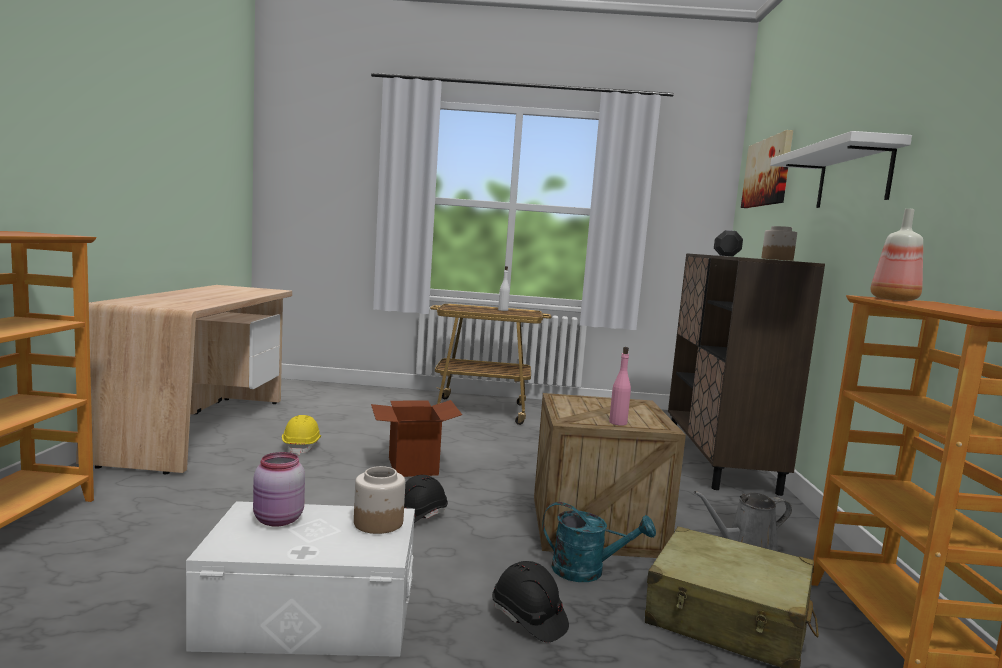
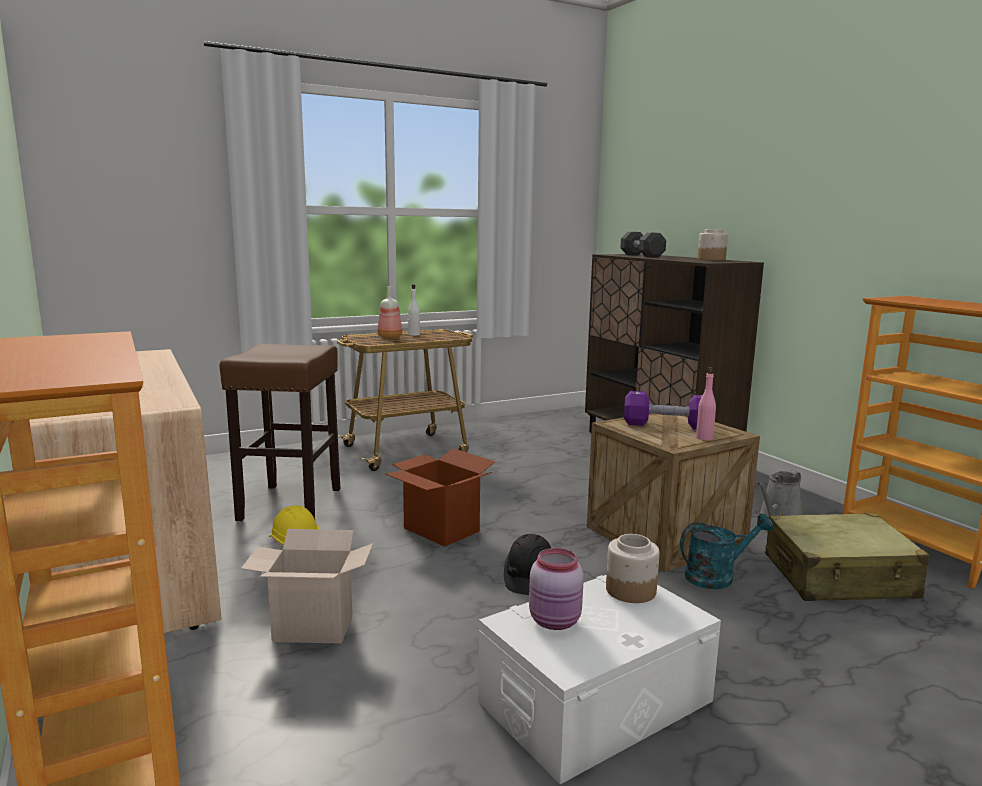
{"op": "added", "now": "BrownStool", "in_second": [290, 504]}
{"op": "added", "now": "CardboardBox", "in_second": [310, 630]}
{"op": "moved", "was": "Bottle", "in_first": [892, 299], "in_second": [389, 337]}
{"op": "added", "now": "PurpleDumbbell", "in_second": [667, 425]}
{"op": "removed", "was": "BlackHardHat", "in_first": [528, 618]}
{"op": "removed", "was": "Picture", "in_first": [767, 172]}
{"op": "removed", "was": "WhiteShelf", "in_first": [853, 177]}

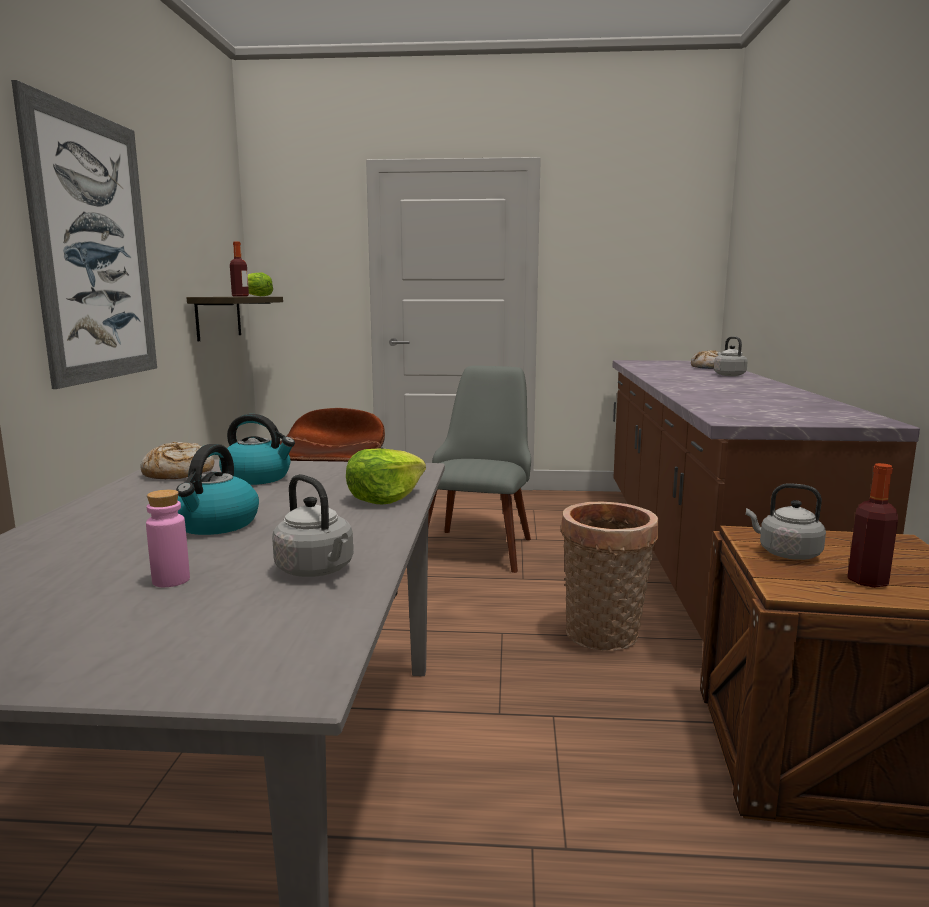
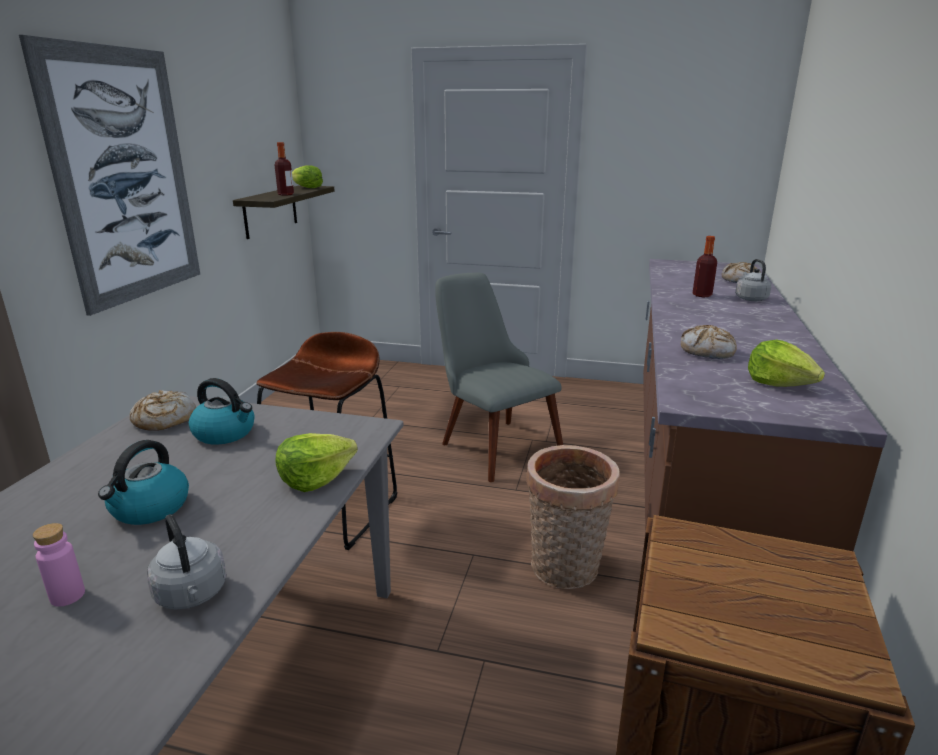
{"op": "turned", "was": "GreyChair", "in_first": [480, 544], "in_second": [491, 443], "clockwise": -60}
{"op": "added", "now": "Bread", "in_second": [707, 351]}
{"op": "moved", "was": "Bottle", "in_first": [867, 581], "in_second": [702, 295]}
{"op": "added", "now": "Lettuce", "in_second": [779, 383]}
{"op": "removed", "was": "GreyKettle", "in_first": [785, 553]}

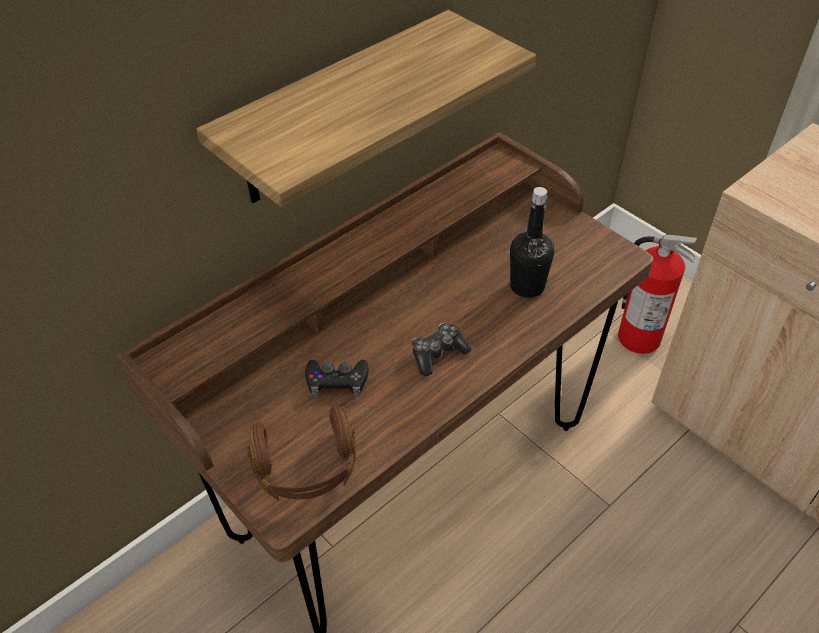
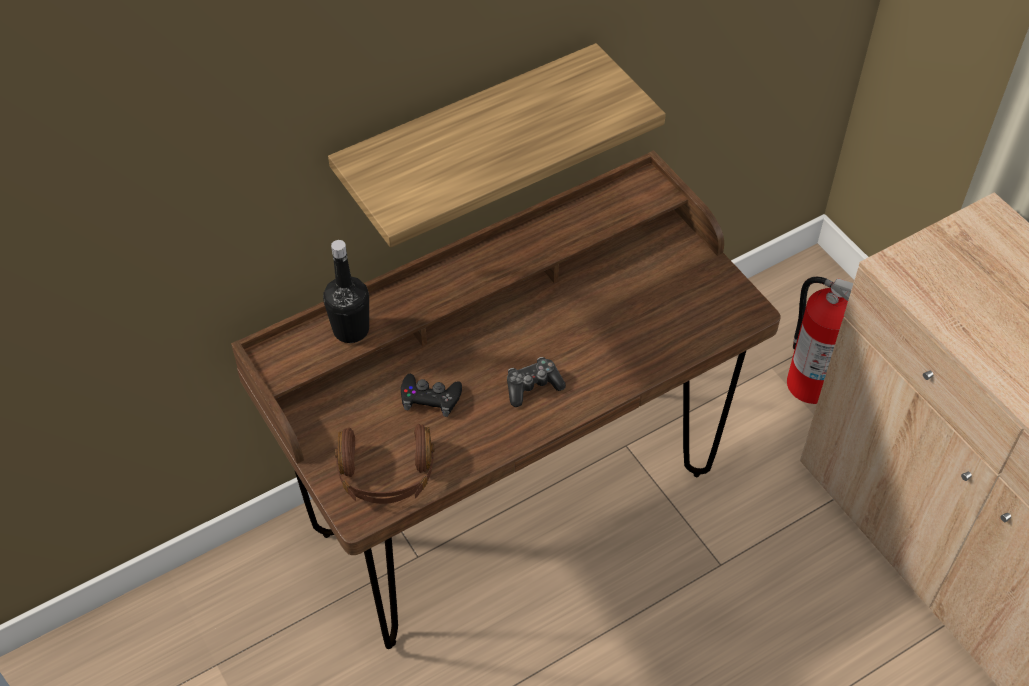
{"op": "moved", "was": "BlackBottle", "in_first": [527, 286], "in_second": [351, 330]}

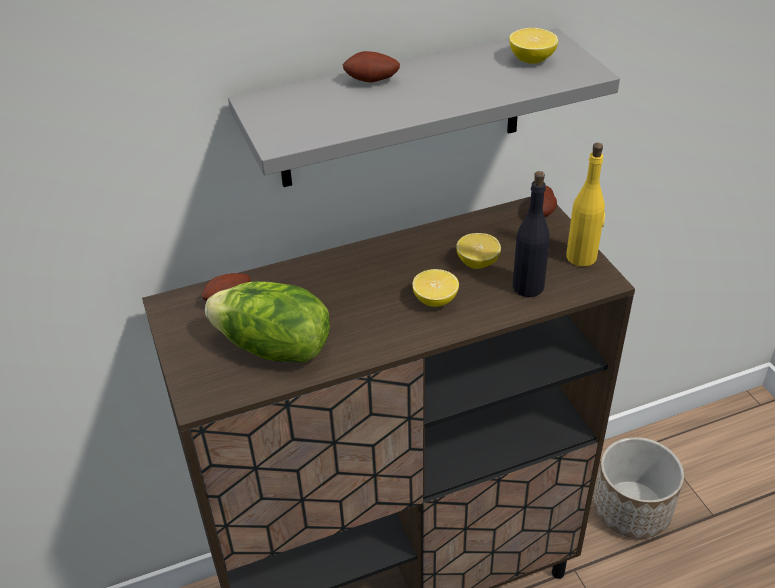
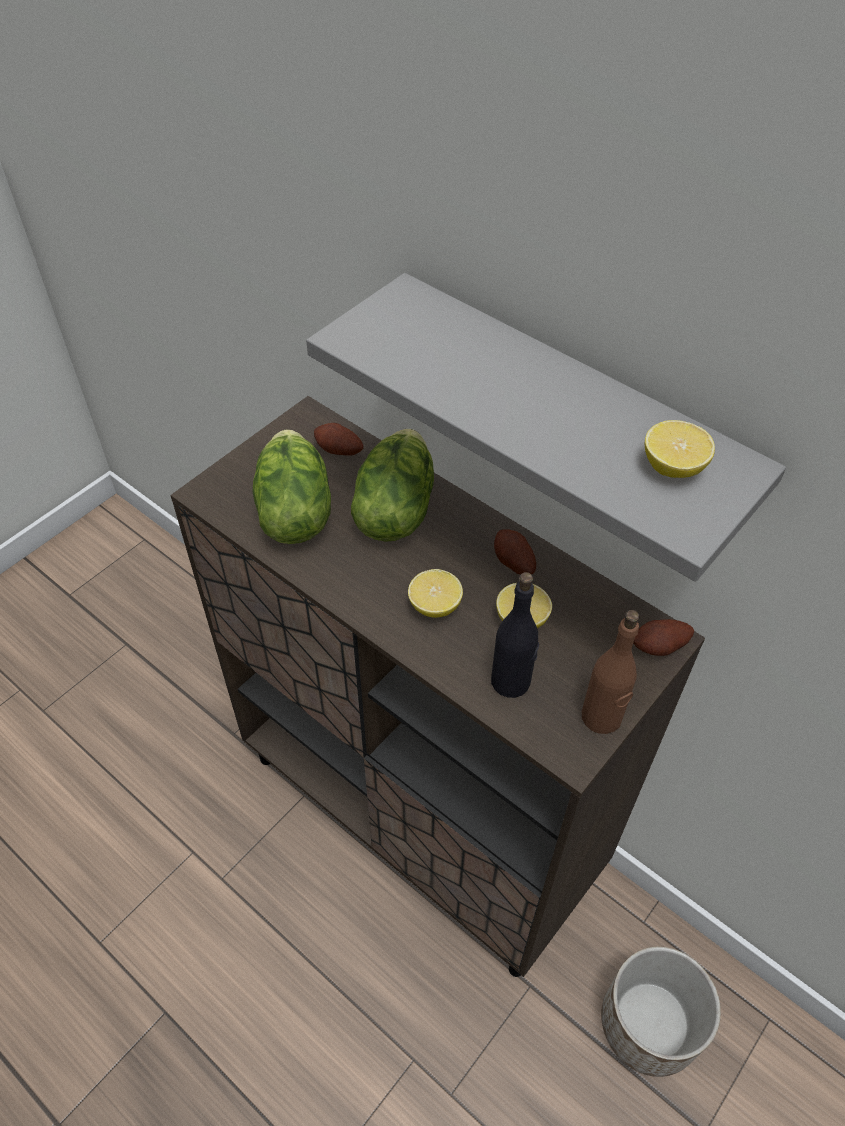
{"op": "added", "now": "Lettuce", "in_second": [393, 510]}
{"op": "moved", "was": "Potato", "in_first": [371, 82], "in_second": [512, 563]}
{"op": "recoloured", "was": "YellowBottle", "now": "BrownBottle", "in_first": [582, 257], "in_second": [601, 717]}

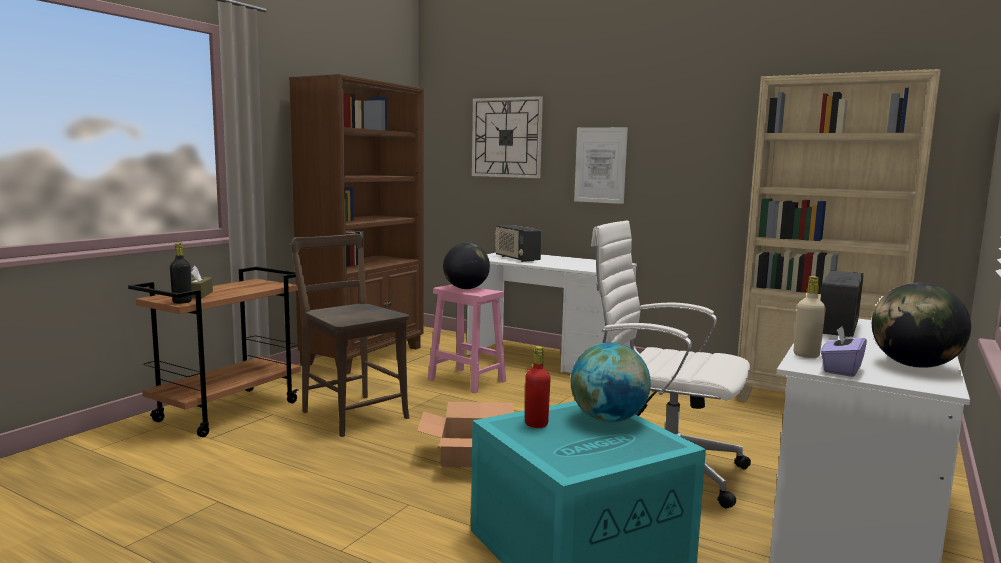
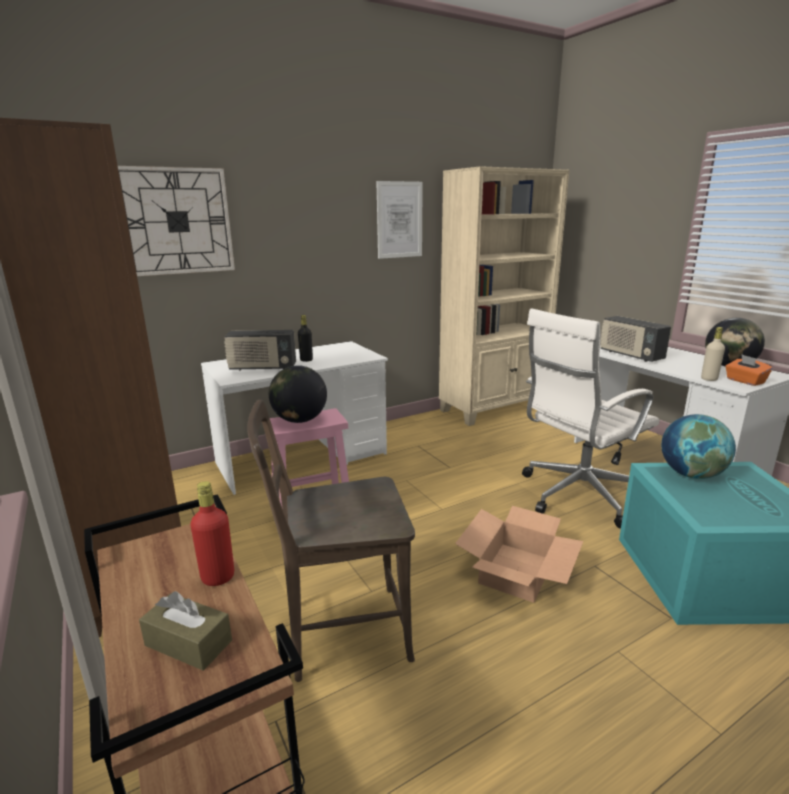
{"op": "moved", "was": "RedBottle", "in_first": [536, 424], "in_second": [218, 577]}
{"op": "moved", "was": "BlackBottle", "in_first": [182, 302], "in_second": [306, 360]}
{"op": "moved", "was": "Picture", "in_first": [600, 165], "in_second": [399, 220]}
{"op": "recoloured", "was": "PurpleTissueBox", "now": "OrangeTissueBox", "in_first": [841, 369], "in_second": [744, 381]}

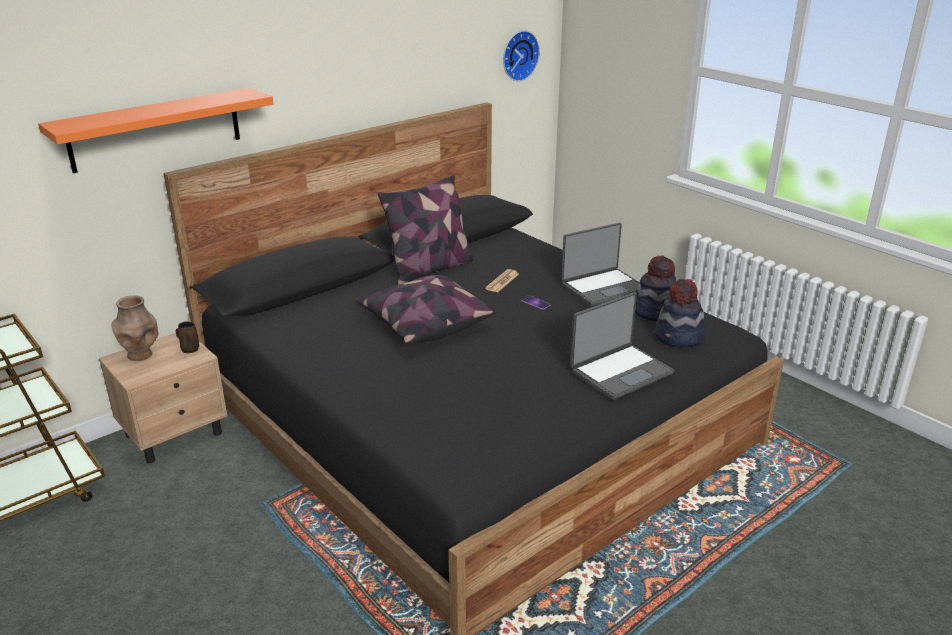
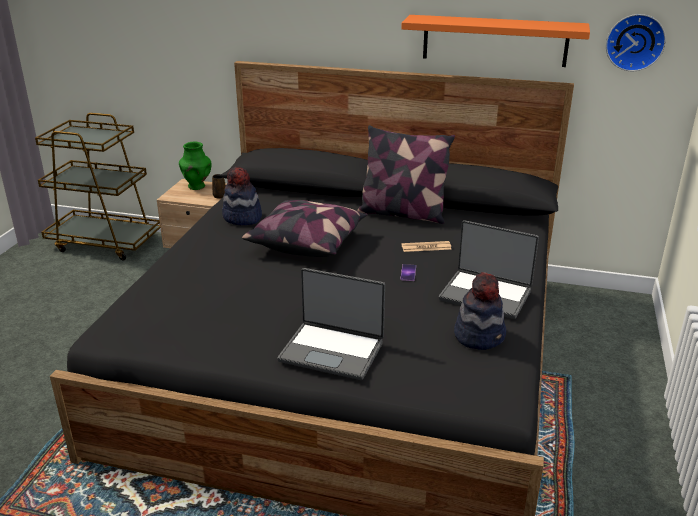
{"op": "recoloured", "was": "BrownVase", "now": "GreenVase", "in_first": [140, 355], "in_second": [197, 187]}
{"op": "moved", "was": "Hat", "in_first": [679, 337], "in_second": [242, 218]}
{"op": "moved", "was": "OrangeShelf", "in_first": [156, 129], "in_second": [494, 40]}

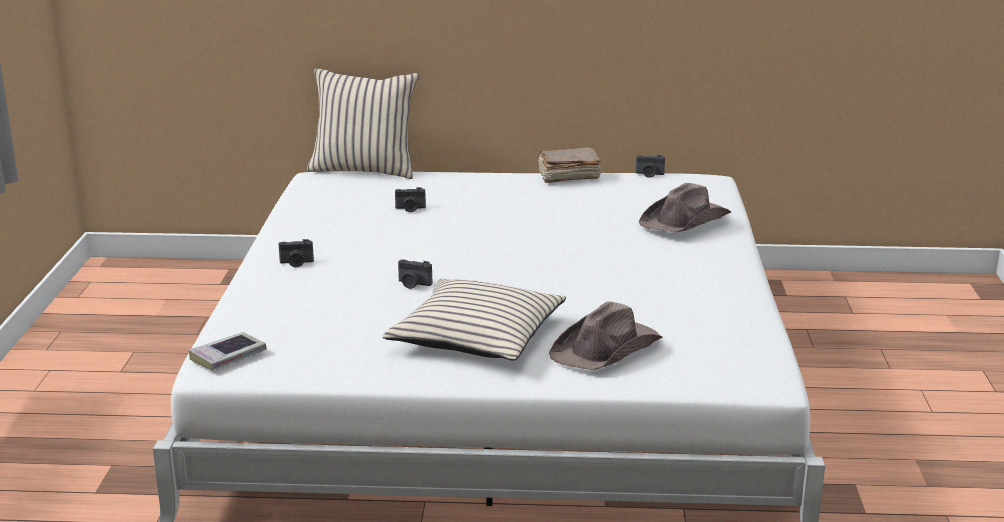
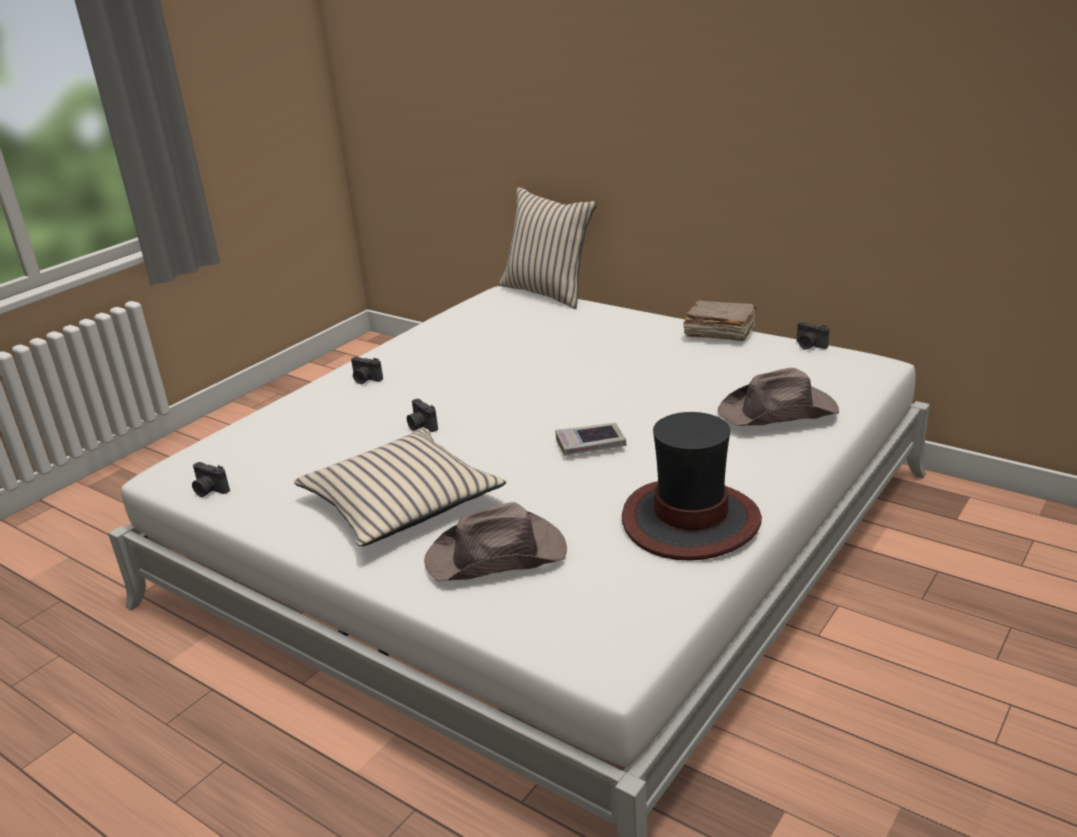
{"op": "moved", "was": "PhotoCamera", "in_first": [410, 209], "in_second": [209, 490]}
{"op": "moved", "was": "Book", "in_first": [228, 356], "in_second": [590, 444]}
{"op": "added", "now": "Hat", "in_second": [690, 521]}

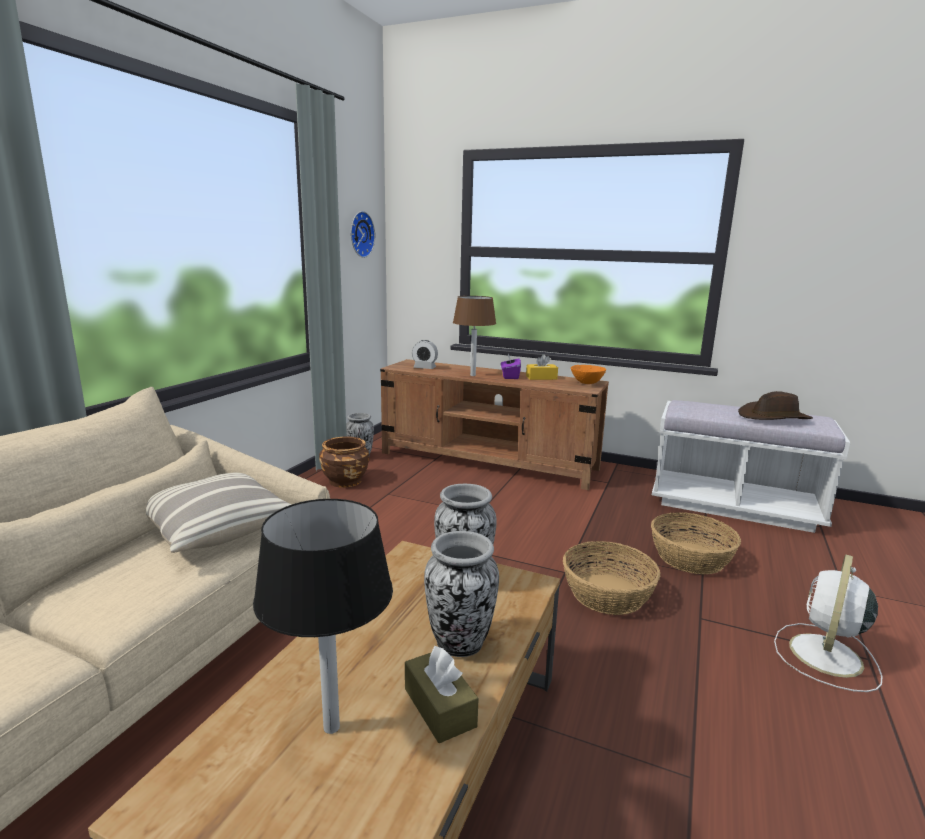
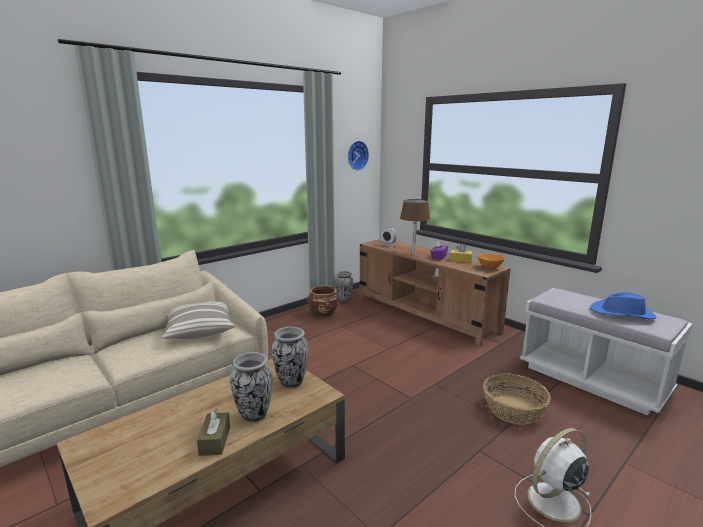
{"op": "recoloured", "was": "BrownHat", "now": "BlueHat", "in_first": [774, 417], "in_second": [622, 313]}
{"op": "removed", "was": "BlackTableLamp", "in_first": [332, 727]}
{"op": "removed", "was": "Basket", "in_first": [608, 594]}

